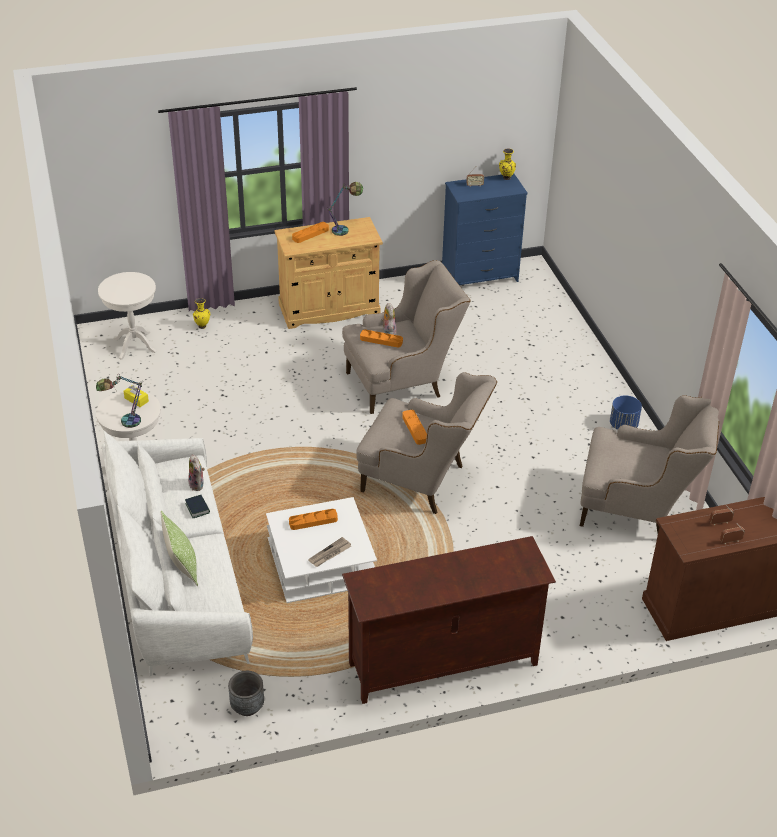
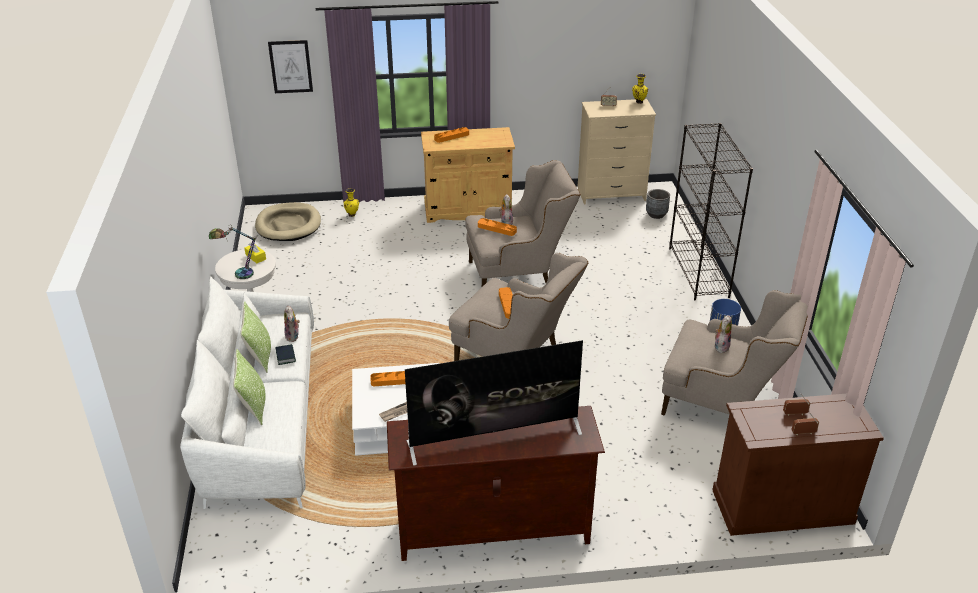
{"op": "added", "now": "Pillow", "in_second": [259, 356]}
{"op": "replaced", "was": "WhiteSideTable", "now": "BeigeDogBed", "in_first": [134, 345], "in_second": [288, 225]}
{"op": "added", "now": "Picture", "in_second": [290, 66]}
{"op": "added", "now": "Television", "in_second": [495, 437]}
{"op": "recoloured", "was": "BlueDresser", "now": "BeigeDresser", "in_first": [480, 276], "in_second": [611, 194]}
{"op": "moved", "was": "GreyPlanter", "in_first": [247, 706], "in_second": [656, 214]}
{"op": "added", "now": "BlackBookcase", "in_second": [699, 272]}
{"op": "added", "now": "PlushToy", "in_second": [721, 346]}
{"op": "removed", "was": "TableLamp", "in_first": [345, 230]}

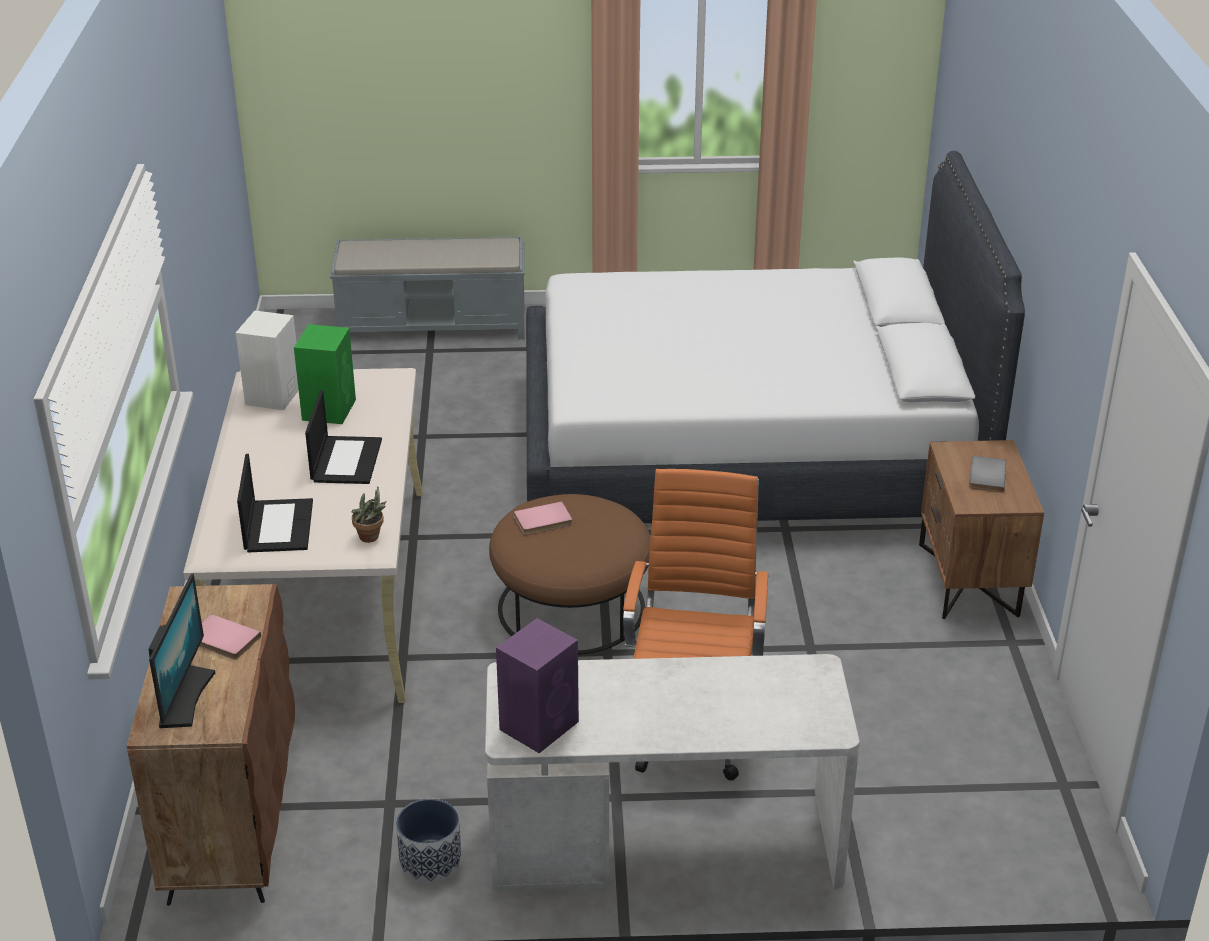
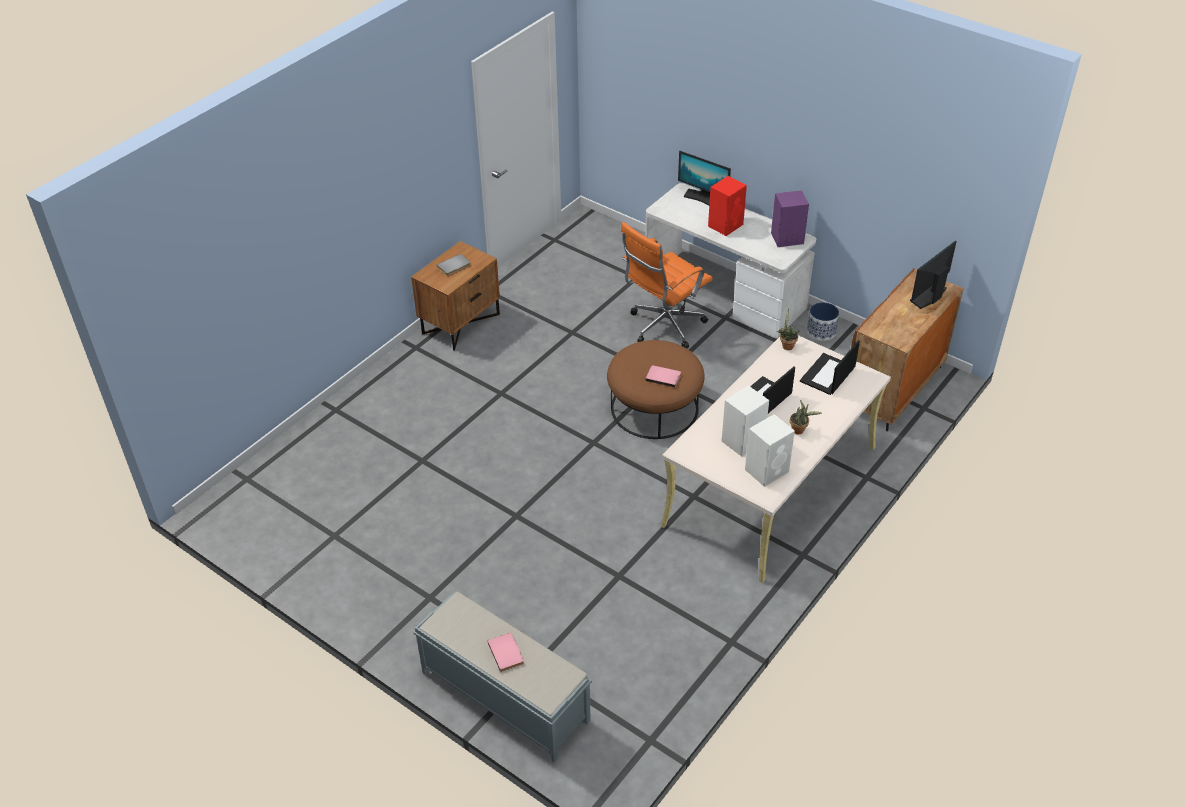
{"op": "moved", "was": "PinkBook", "in_first": [222, 641], "in_second": [507, 652]}
{"op": "added", "now": "Monitor", "in_second": [703, 198]}
{"op": "added", "now": "RedSpeaker", "in_second": [726, 225]}
{"op": "recoloured", "was": "GreenSpeaker", "now": "WhiteSpeaker", "in_first": [329, 409], "in_second": [742, 442]}
{"op": "added", "now": "PottedPlant", "in_second": [799, 430]}
{"op": "removed", "was": "WhiteBed", "in_first": [746, 453]}

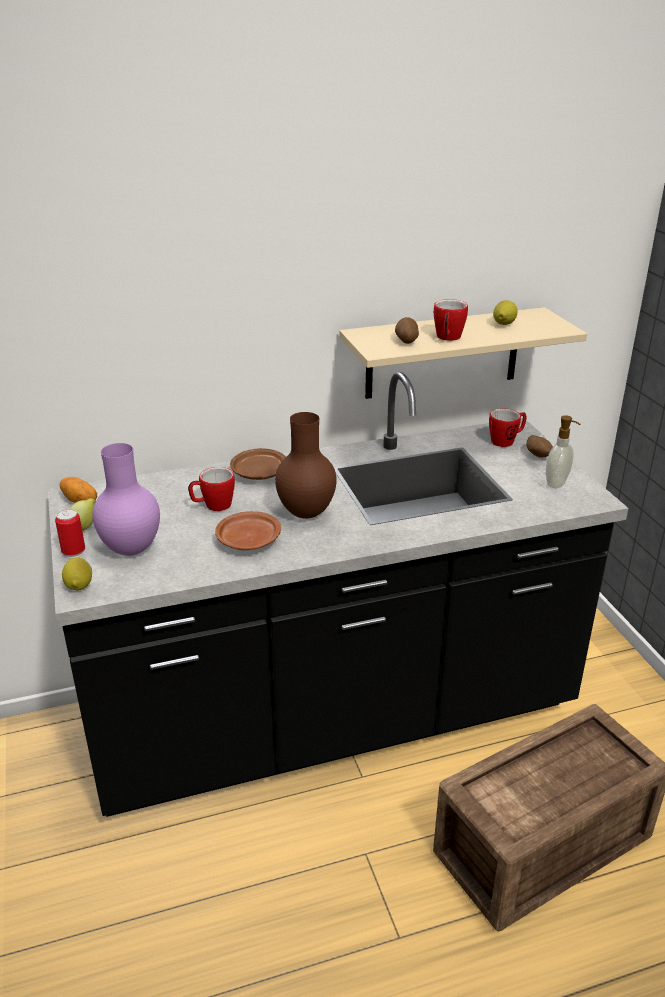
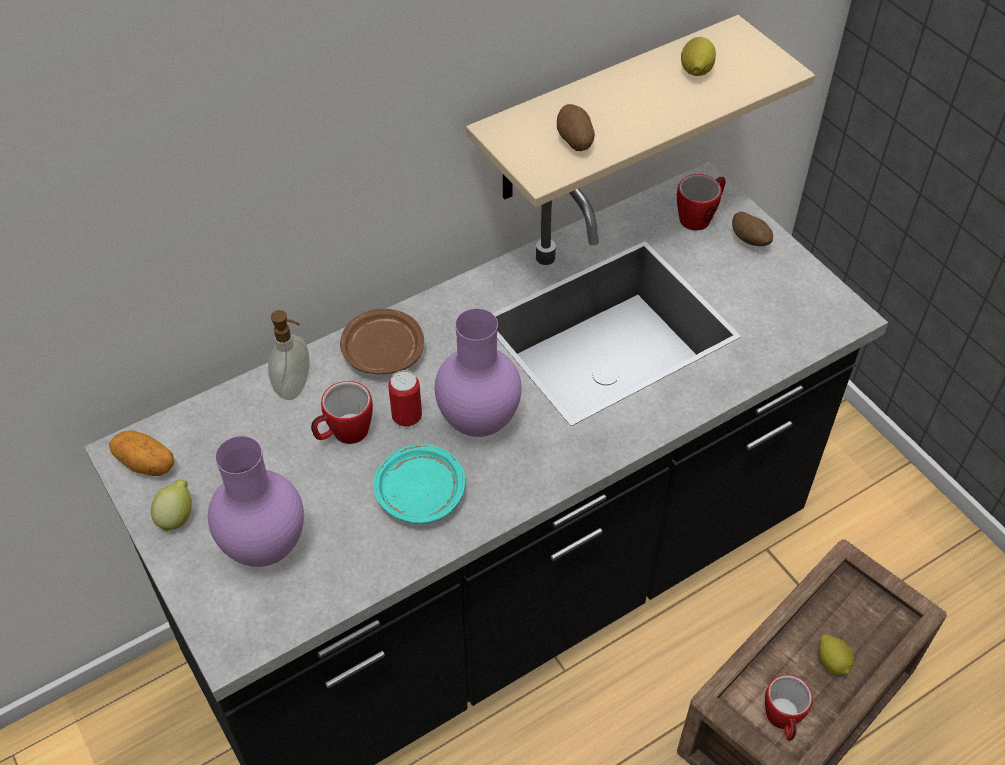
{"op": "moved", "was": "SoapDispenser", "in_first": [557, 483], "in_second": [295, 387]}
{"op": "recoloured", "was": "BrownPlate", "now": "TurquoisePlate", "in_first": [248, 540], "in_second": [420, 492]}
{"op": "moved", "was": "Can", "in_first": [73, 552], "in_second": [407, 417]}
{"op": "recoloured", "was": "BrownVase", "now": "PurpleVase", "in_first": [307, 513], "in_second": [480, 421]}
{"op": "moved", "was": "Mug", "in_first": [447, 338], "in_second": [782, 721]}
{"op": "moved", "was": "Lemon", "in_first": [79, 585], "in_second": [832, 662]}

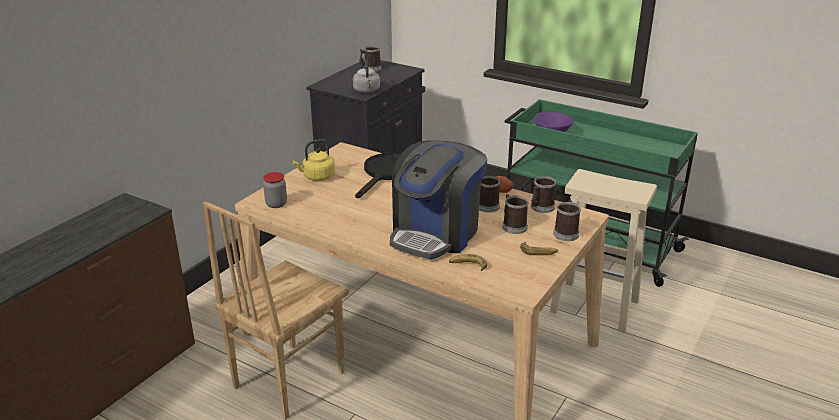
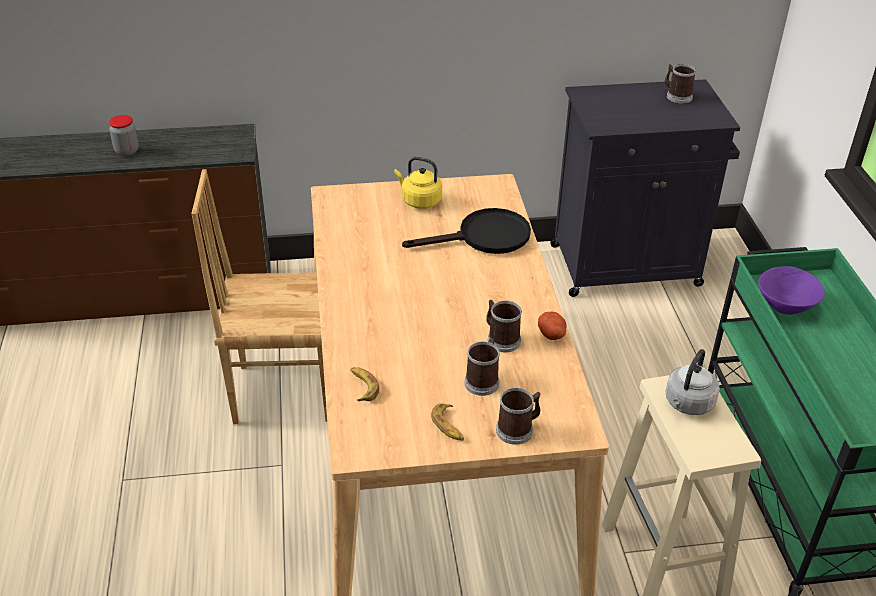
{"op": "moved", "was": "Jar", "in_first": [276, 204], "in_second": [127, 151]}
{"op": "moved", "was": "GreyKettle", "in_first": [367, 91], "in_second": [688, 404]}
{"op": "removed", "was": "CoffeeMachine", "in_first": [436, 233]}
{"op": "removed", "was": "Mug", "in_first": [541, 208]}

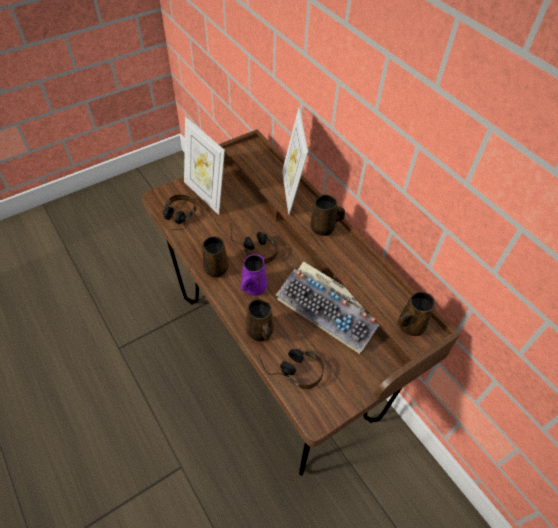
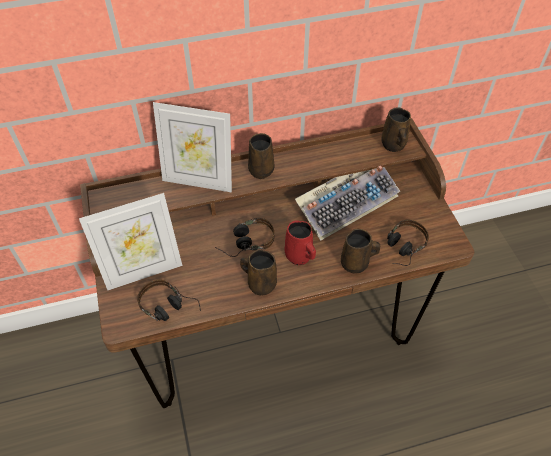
{"op": "recoloured", "was": "PurpleMug", "now": "RedMug", "in_first": [253, 288], "in_second": [299, 256]}

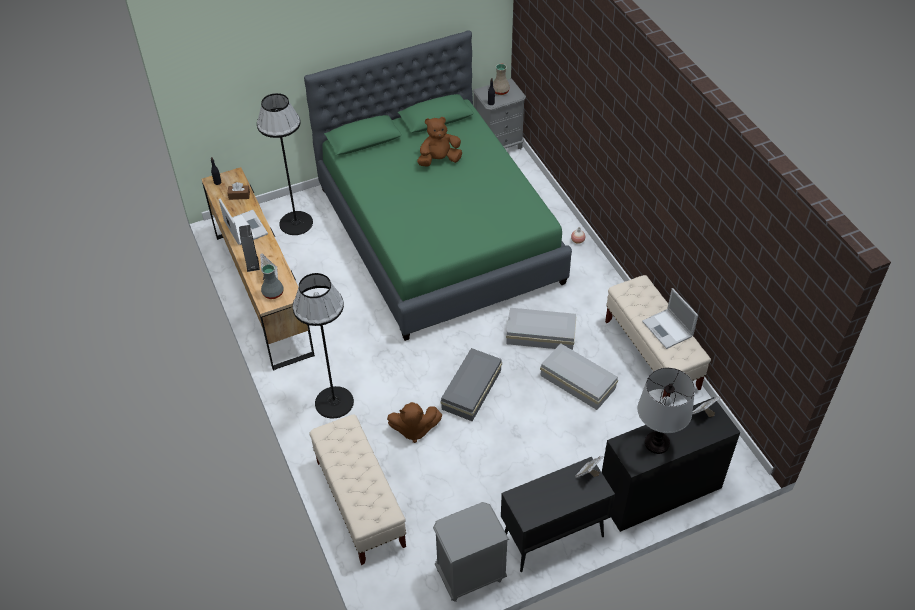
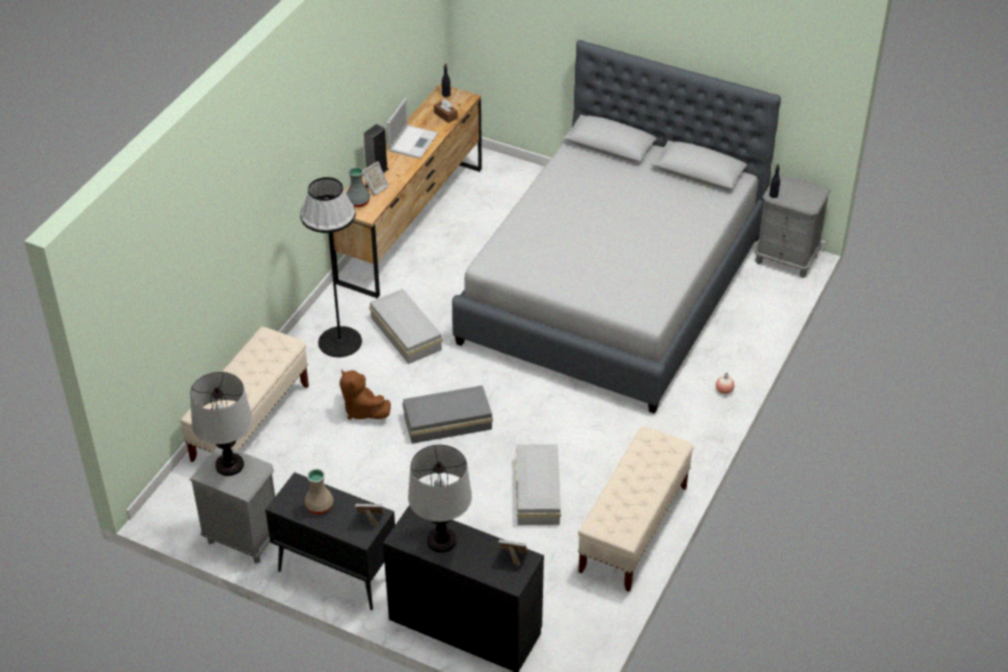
{"op": "added", "now": "TableLamp", "in_second": [230, 465]}
{"op": "moved", "was": "BeigeVase", "in_first": [500, 91], "in_second": [319, 505]}
{"op": "moved", "was": "WhiteStorageBox", "in_first": [539, 334], "in_second": [406, 332]}
{"op": "recoloured", "was": "GreenBed", "now": "GreyBed", "in_first": [439, 234], "in_second": [613, 289]}
{"op": "removed", "was": "BlackFloorLamp", "in_first": [296, 223]}
{"op": "removed", "was": "BrownPlushToy", "in_first": [439, 160]}
{"op": "removed", "was": "Laptop", "in_first": [668, 329]}

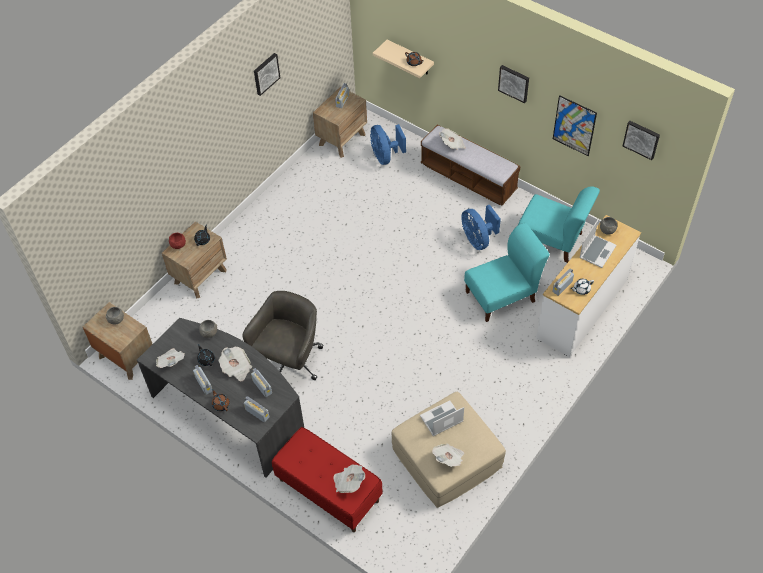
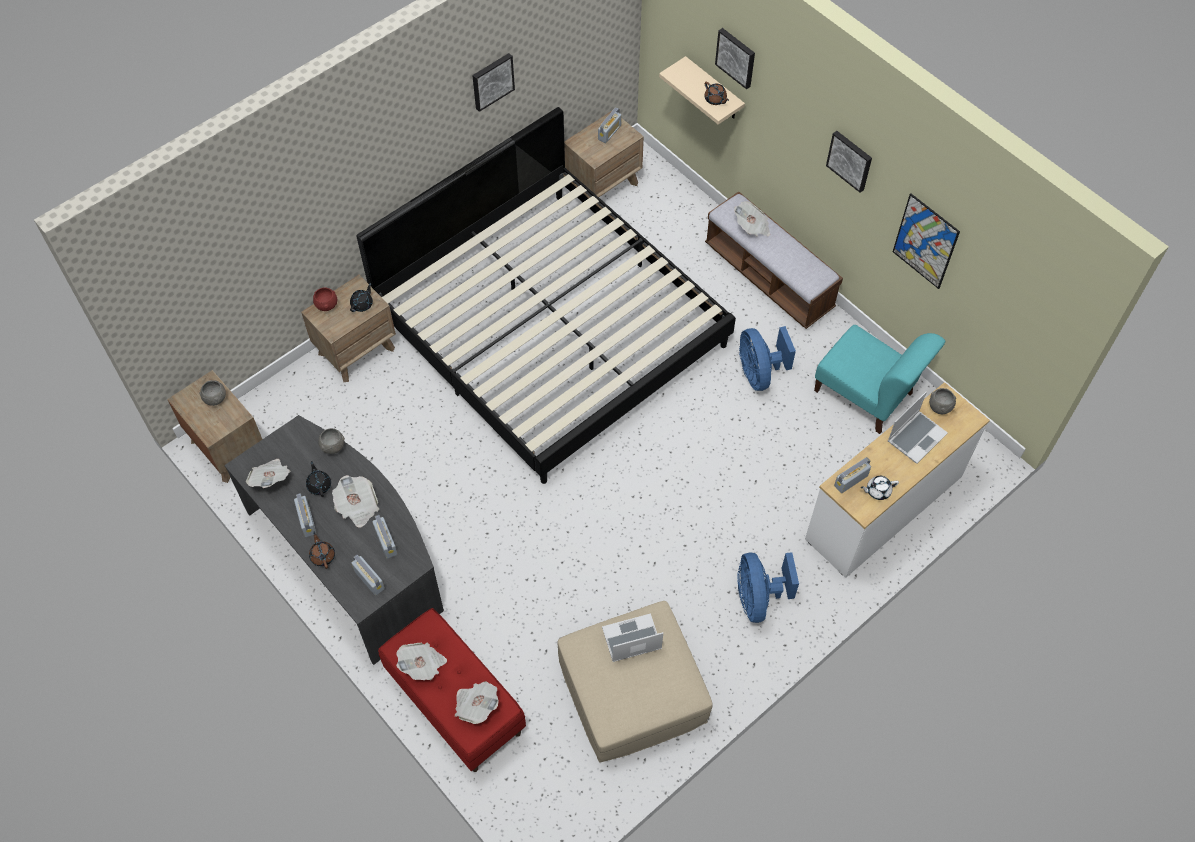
{"op": "added", "now": "Bed", "in_second": [551, 329]}
{"op": "moved", "was": "Newspaper", "in_first": [449, 458], "in_second": [423, 665]}
{"op": "moved", "was": "Picture", "in_first": [641, 139], "in_second": [736, 57]}
{"op": "moved", "was": "BlueFan", "in_first": [385, 156], "in_second": [758, 598]}
{"op": "removed", "was": "GreyOfficeChair", "in_first": [290, 362]}
{"op": "removed", "was": "TurquoiseChair", "in_first": [503, 295]}

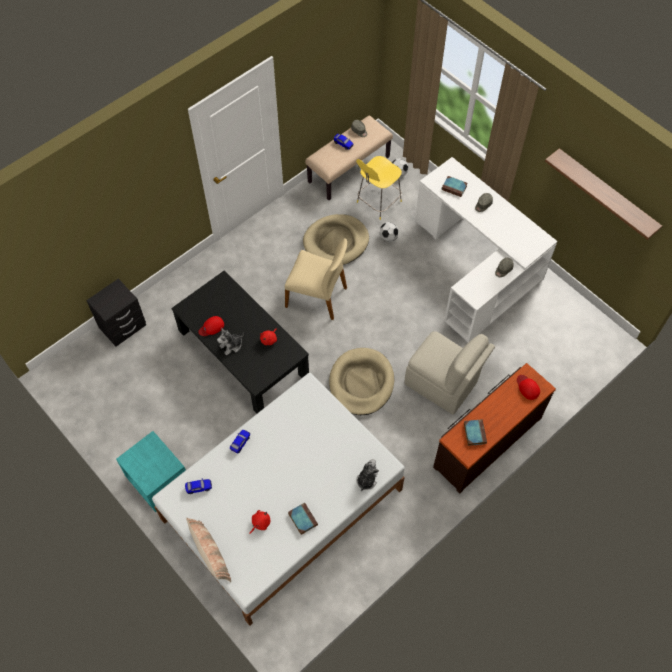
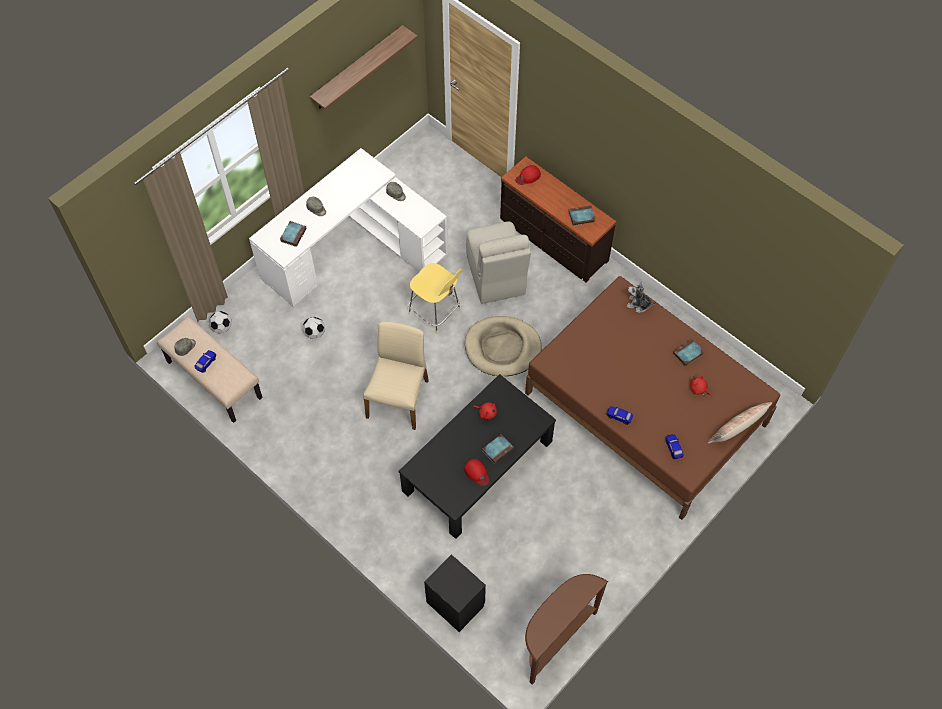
{"op": "moved", "was": "YellowStool", "in_first": [377, 202], "in_second": [436, 312]}
{"op": "turned", "was": "BeigeChair", "in_first": [442, 384], "in_second": [496, 277], "clockwise": 135}
{"op": "replaced", "was": "PlushToy", "now": "Book", "in_first": [231, 345], "in_second": [498, 449]}
{"op": "recoloured", "was": "WhiteBed", "now": "BrownBed", "in_first": [282, 503], "in_second": [645, 408]}
{"op": "added", "now": "BrownConsoleTable", "in_second": [555, 639]}
{"op": "removed", "was": "TurquoiseNightstand", "in_first": [158, 481]}
{"op": "removed", "was": "BeigeDogBed", "in_first": [336, 242]}

